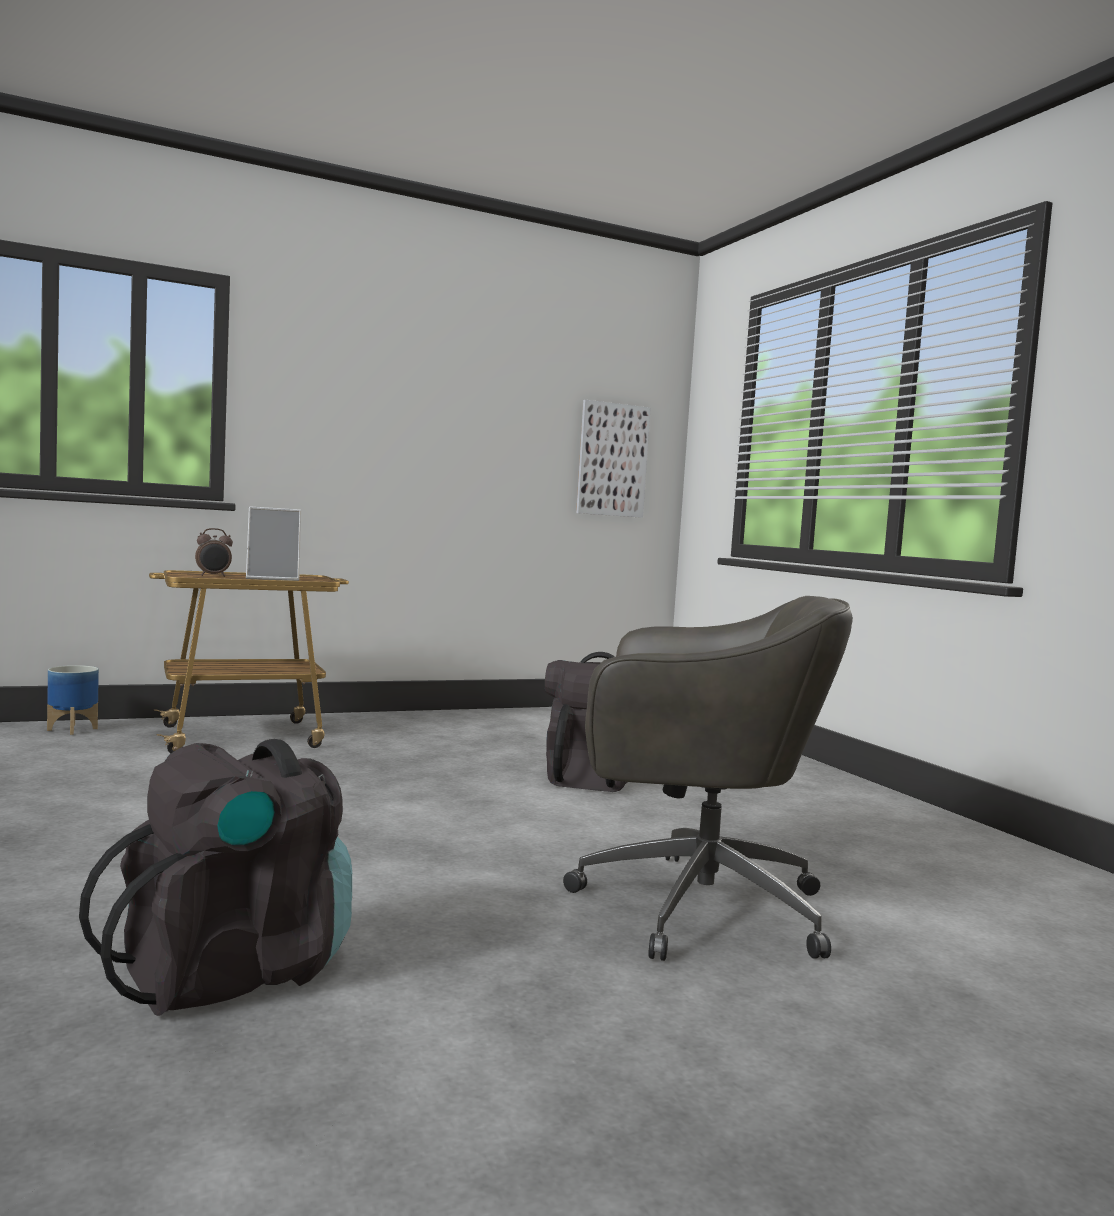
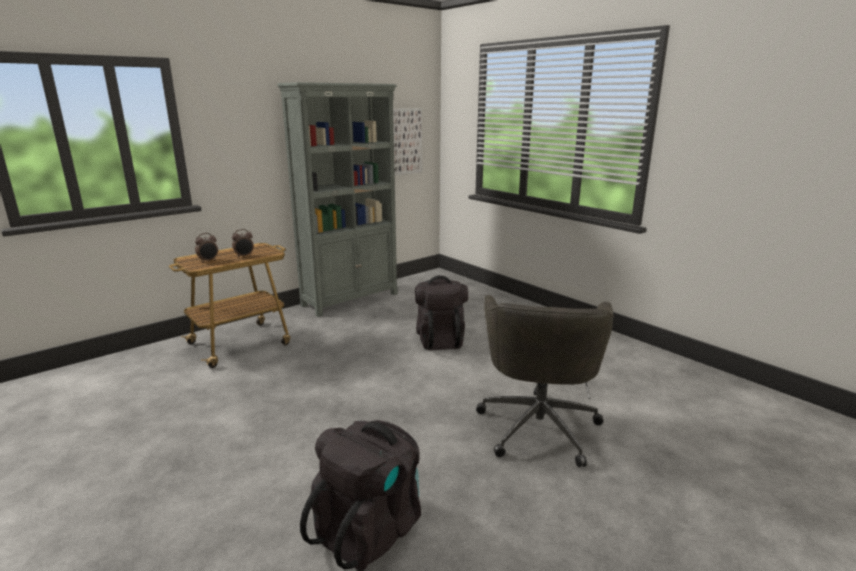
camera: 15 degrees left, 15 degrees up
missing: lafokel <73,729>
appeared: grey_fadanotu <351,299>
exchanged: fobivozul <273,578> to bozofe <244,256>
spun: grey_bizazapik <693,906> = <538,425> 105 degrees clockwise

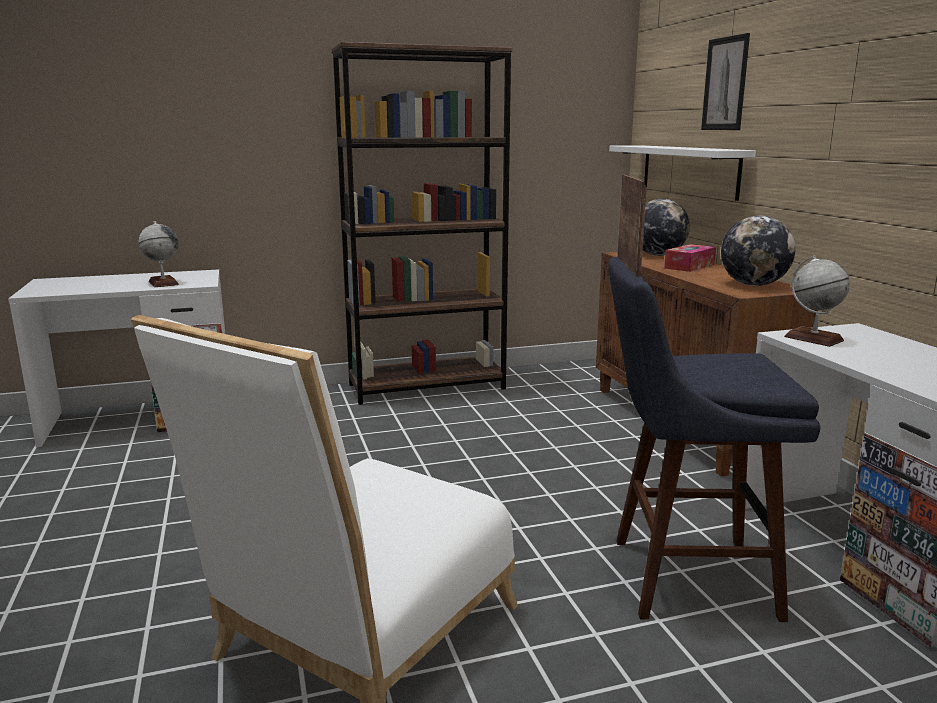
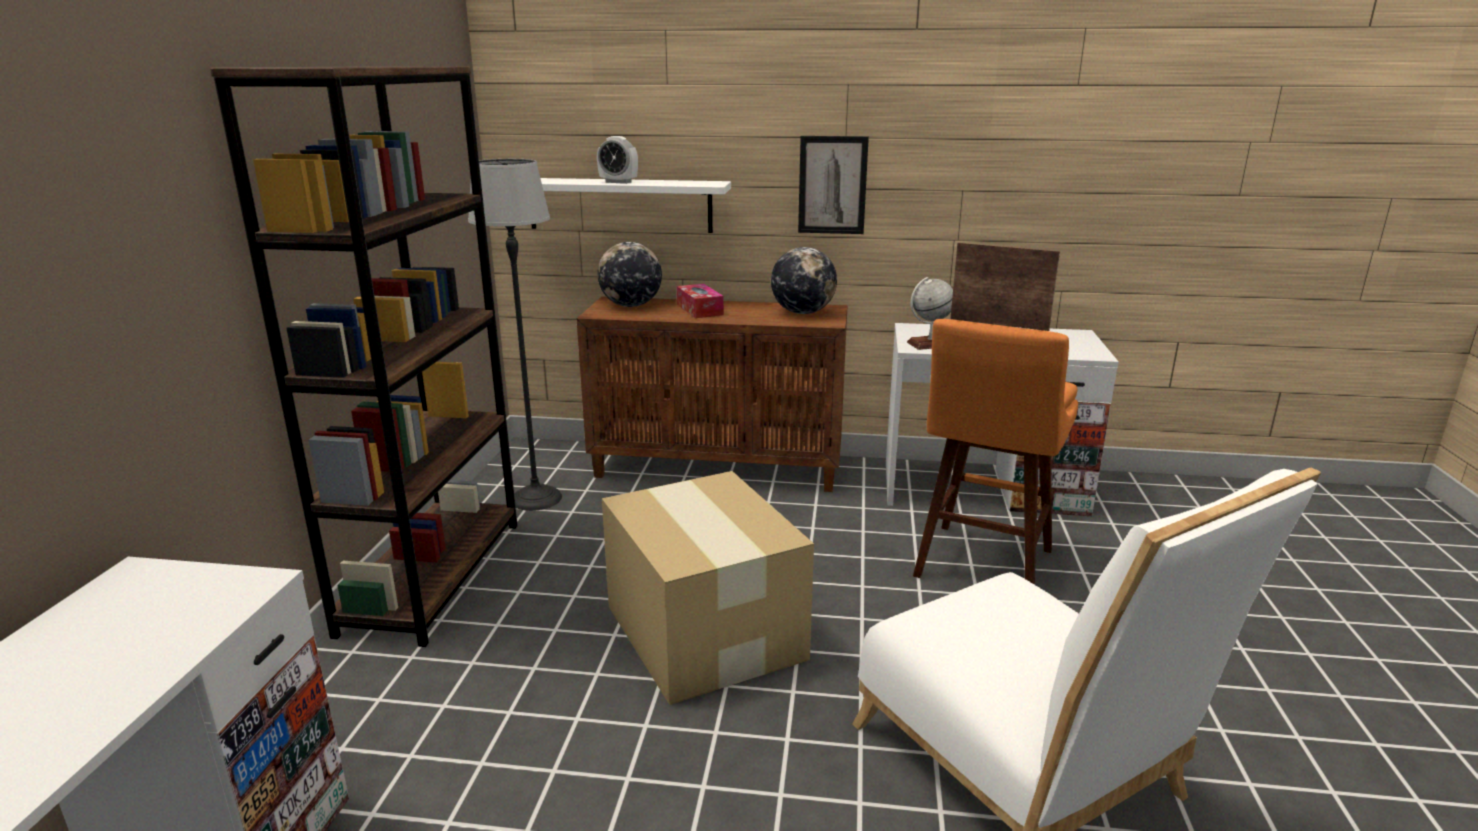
camera: 65 degrees left, 5 degrees up
missing: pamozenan <163,283>
appeared: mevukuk <536,498>; bozofe <618,182>; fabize <704,630>
relocated: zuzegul <725,84> to <832,185>
colour: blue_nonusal <681,577> to orange_nonusal <981,568>

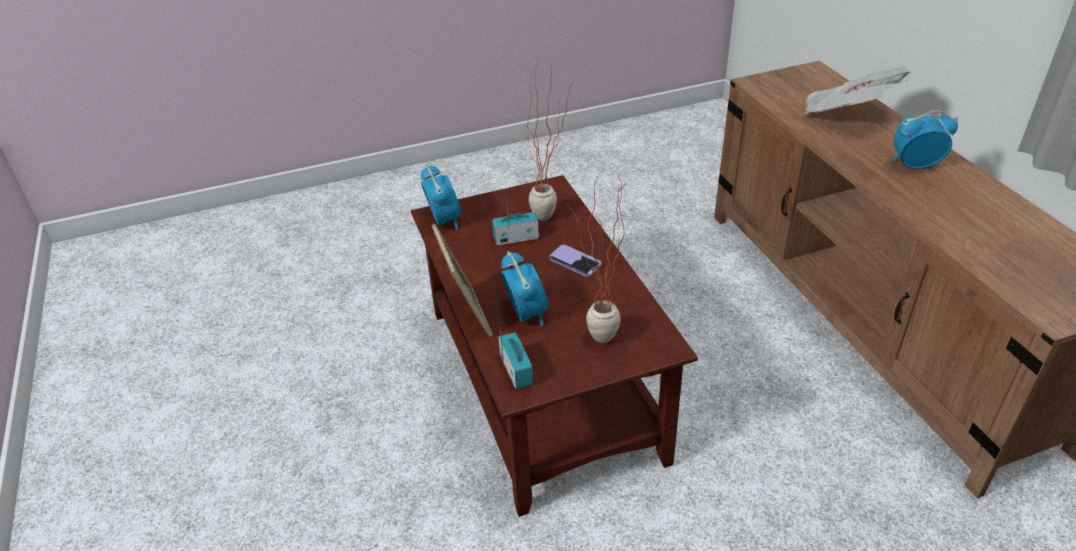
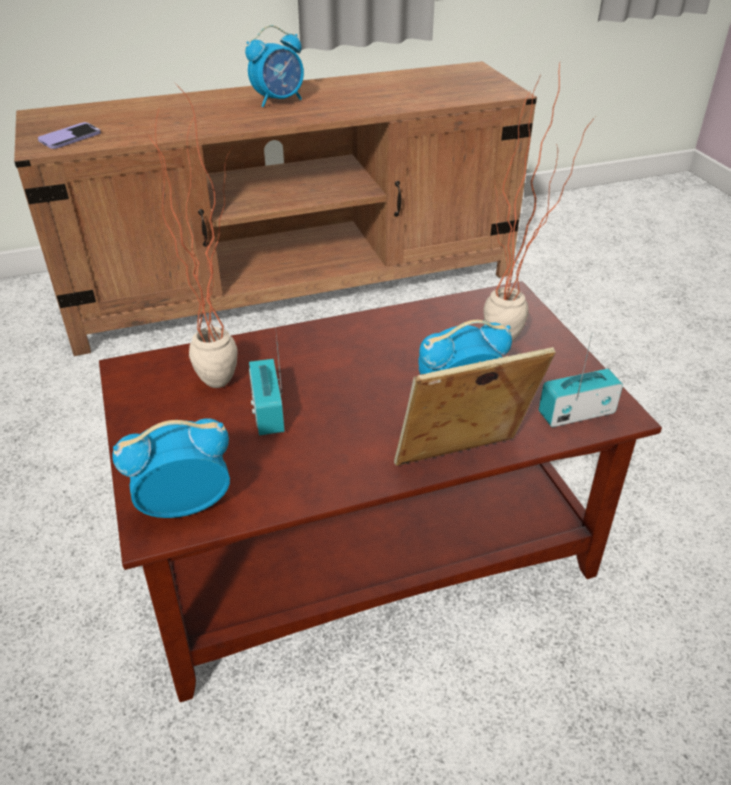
camera: 90 degrees left, 0 degrees up
missing: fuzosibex <847,113>
relocated: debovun <575,262> to <70,137>
spun: bozofe <914,165> = <279,101> 120 degrees counterclockwise

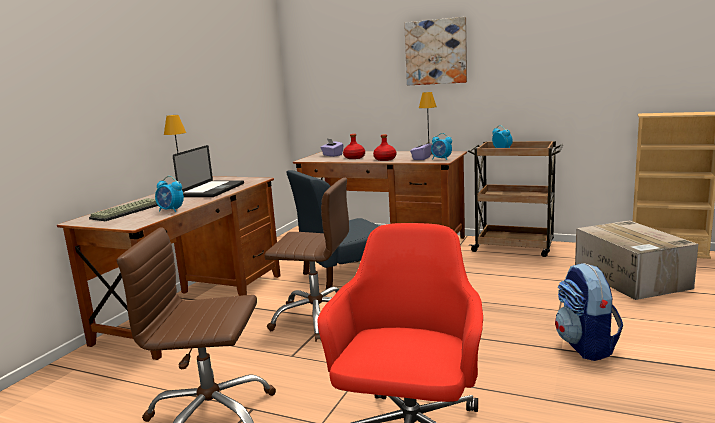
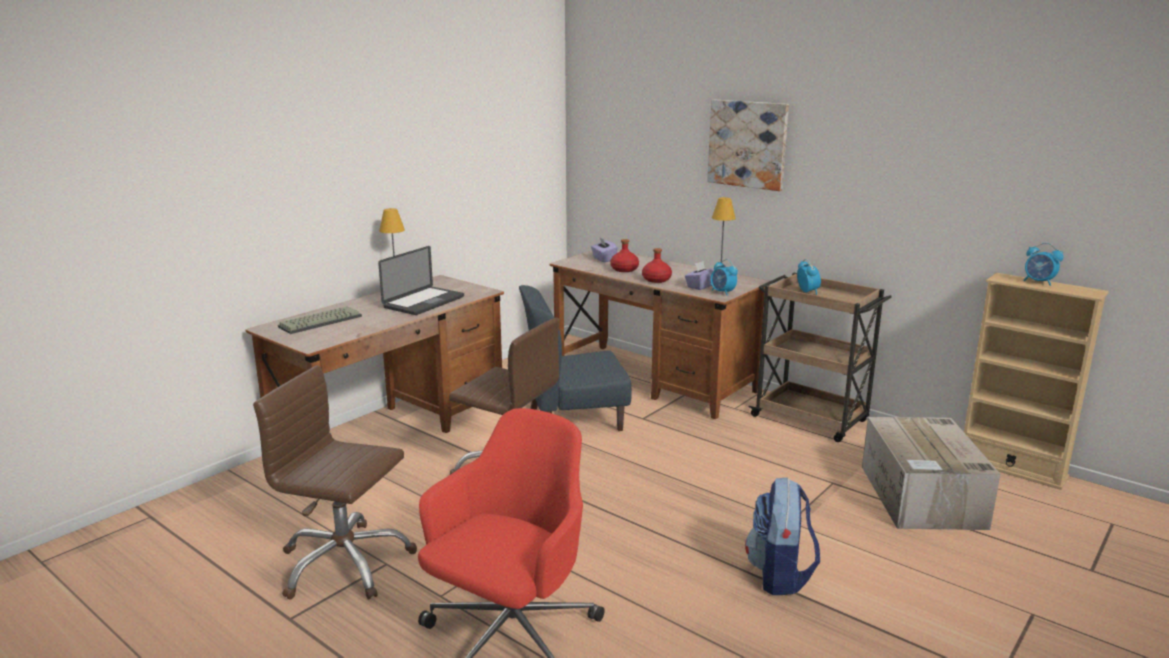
camera: 15 degrees right, 5 degrees up
relocated: bozofe <171,210> to <1039,282>

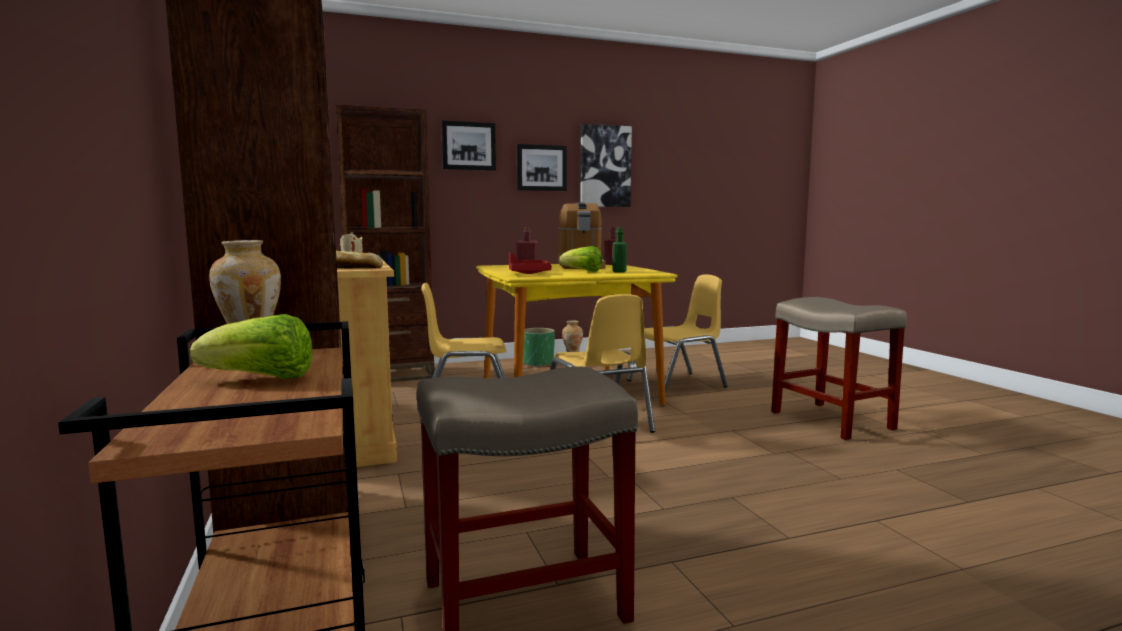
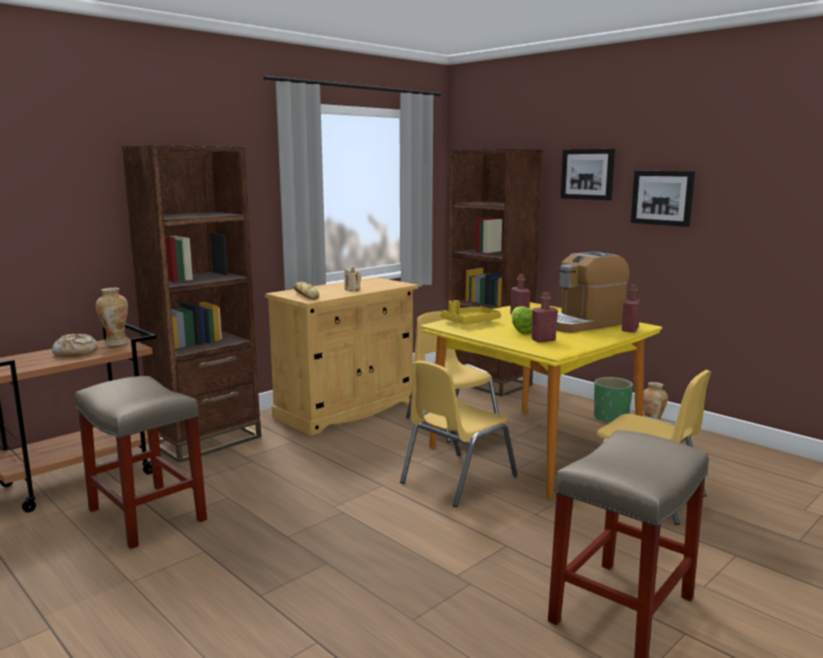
camera: 65 degrees right, 5 degrees up
missing: zuzegul <605,166>
exchanged: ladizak <262,379> to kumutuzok <75,353>
colour: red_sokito <528,273> to yellow_sokito <470,322>; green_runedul <619,271> to red_runedul <543,340>

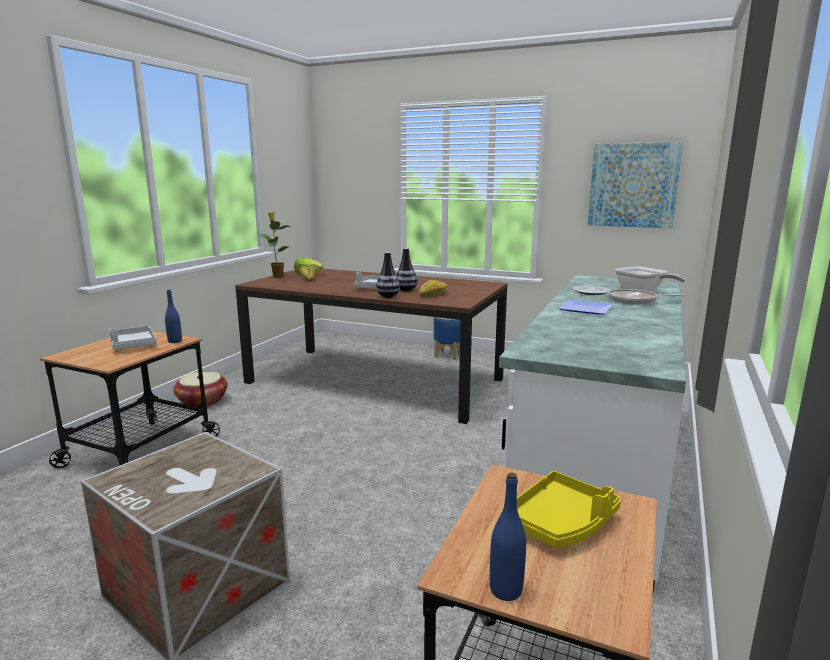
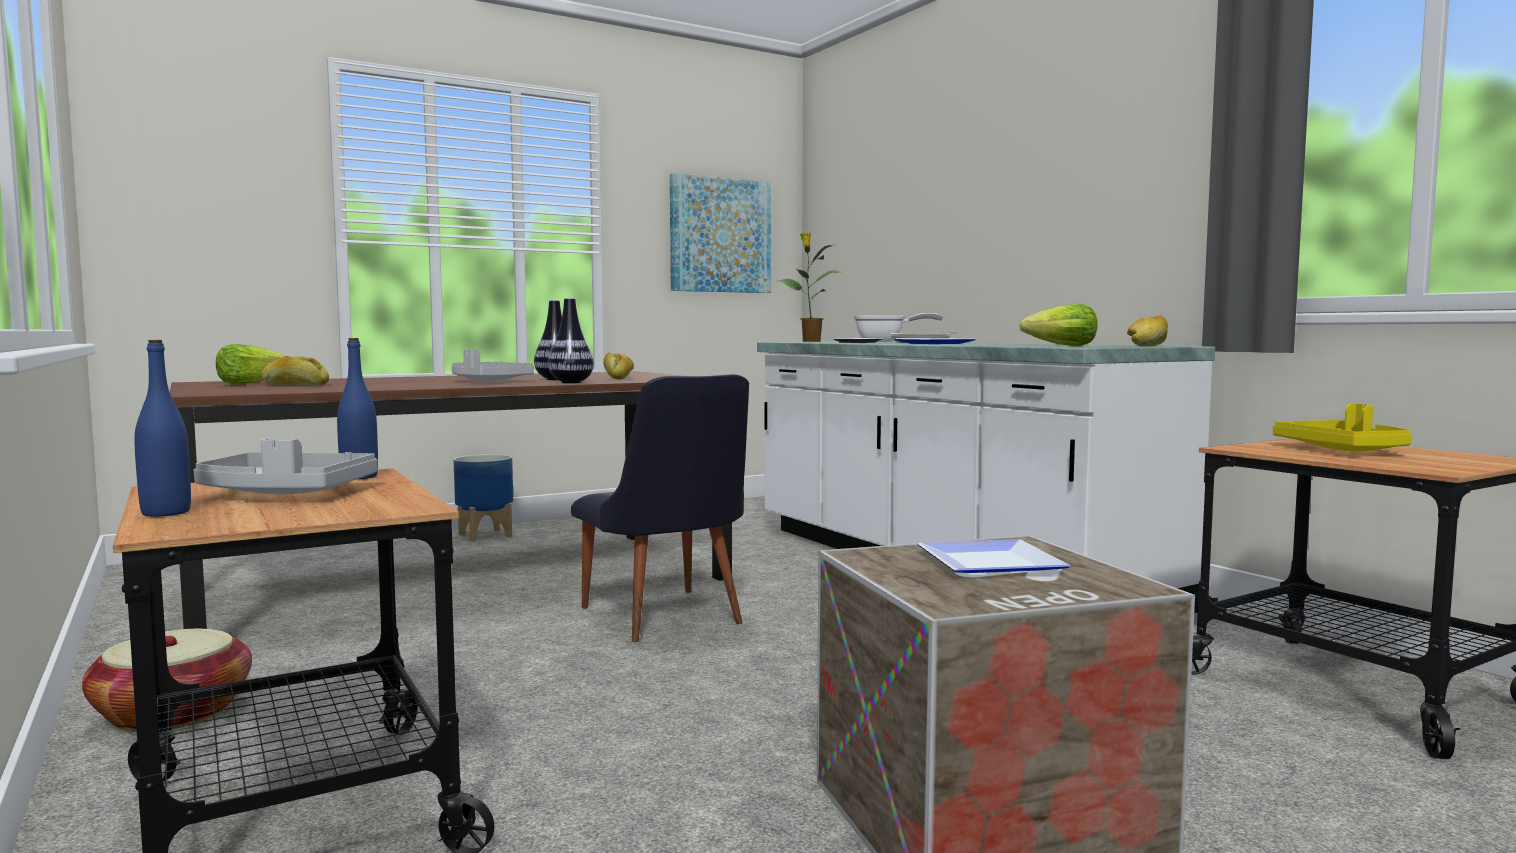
camera: 55 degrees left, 10 degrees down
appeared: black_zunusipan <666,620>; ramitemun <984,562>; ladizak <1062,346>; kumutuzok <1147,346>
relocated: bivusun <277,277> to <810,341>; blue_runedul <506,590> to <166,513>

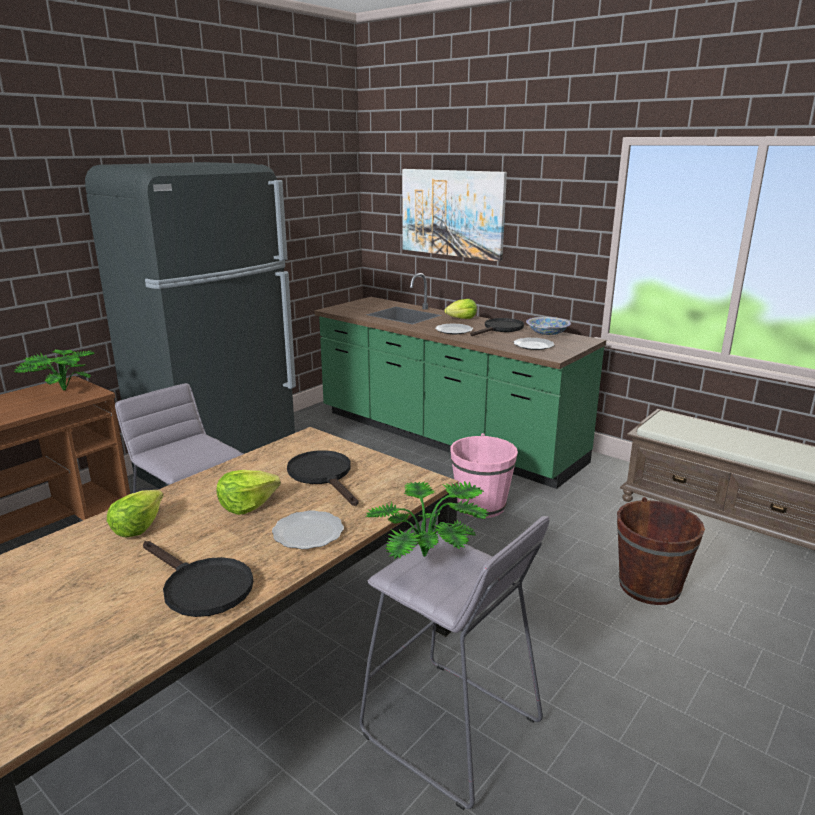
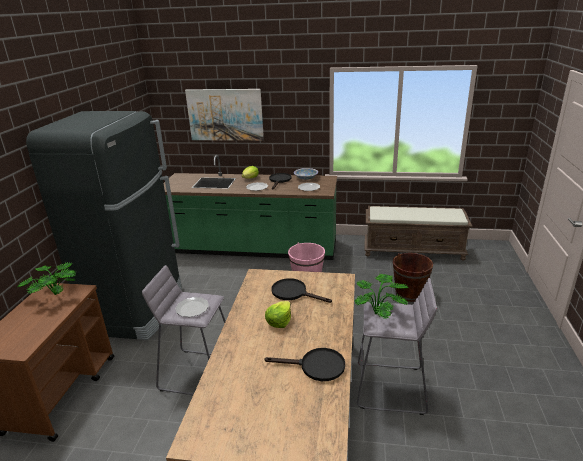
camera: 30 degrees left, 5 degrees up
missing: ladizak <138,526>
relocated: ramitemun <307,532> to <192,308>

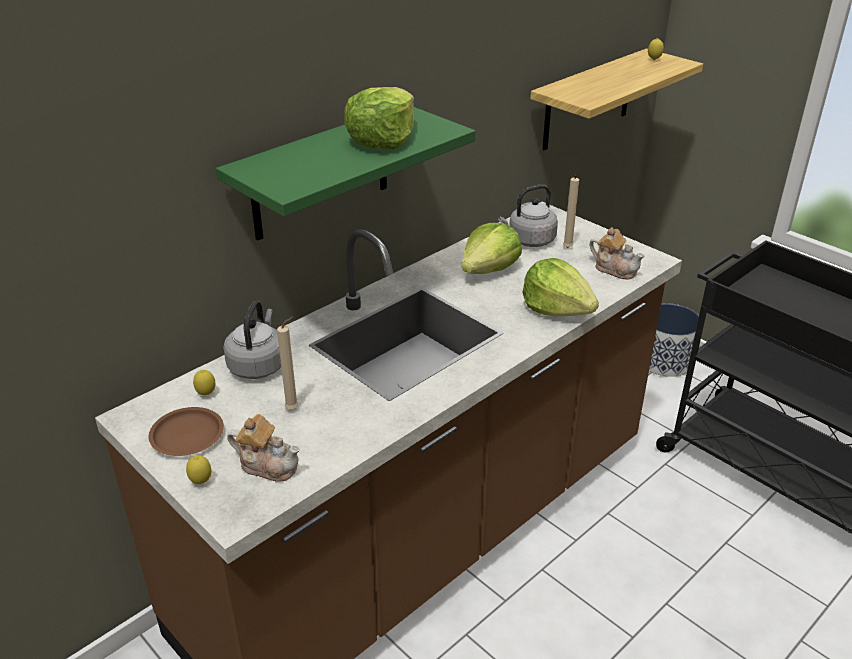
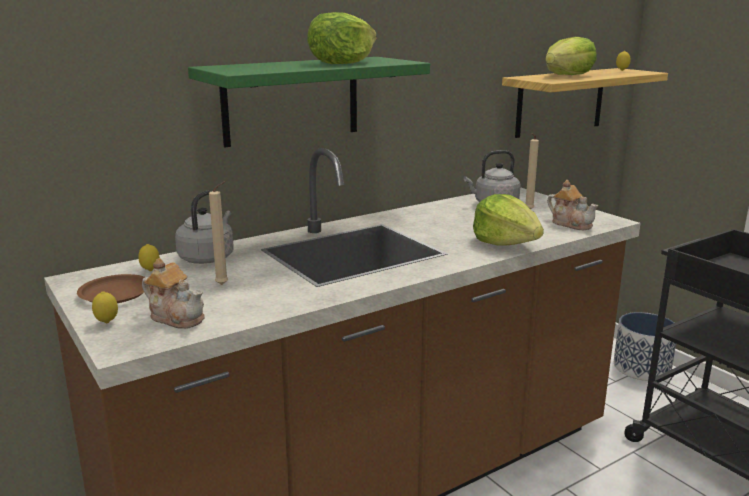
camera: 10 degrees right, 15 degrees down
relocated: ladizak <489,269> to <567,75>

